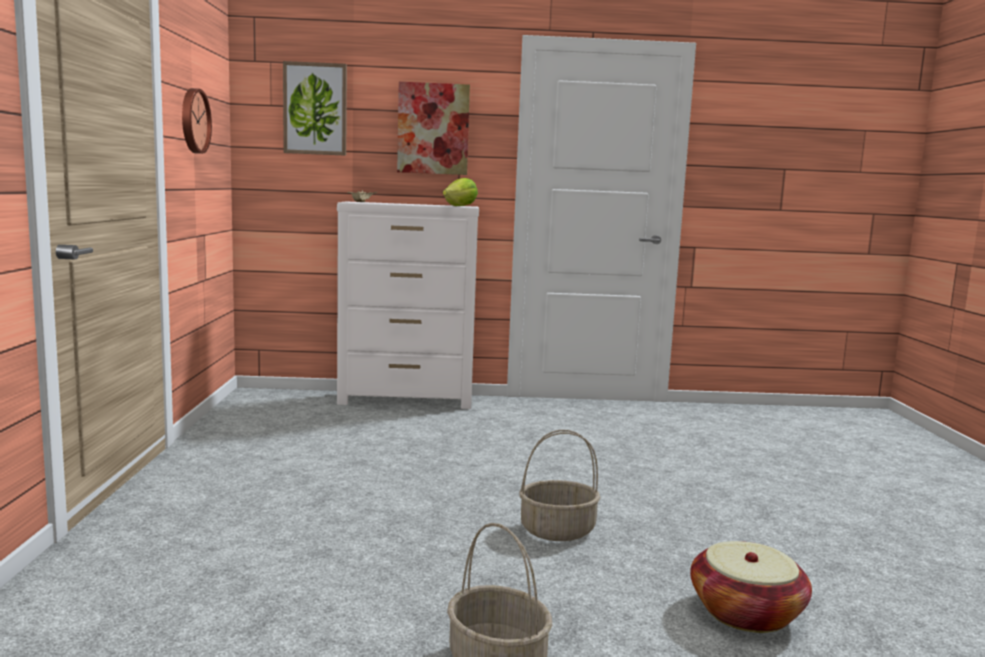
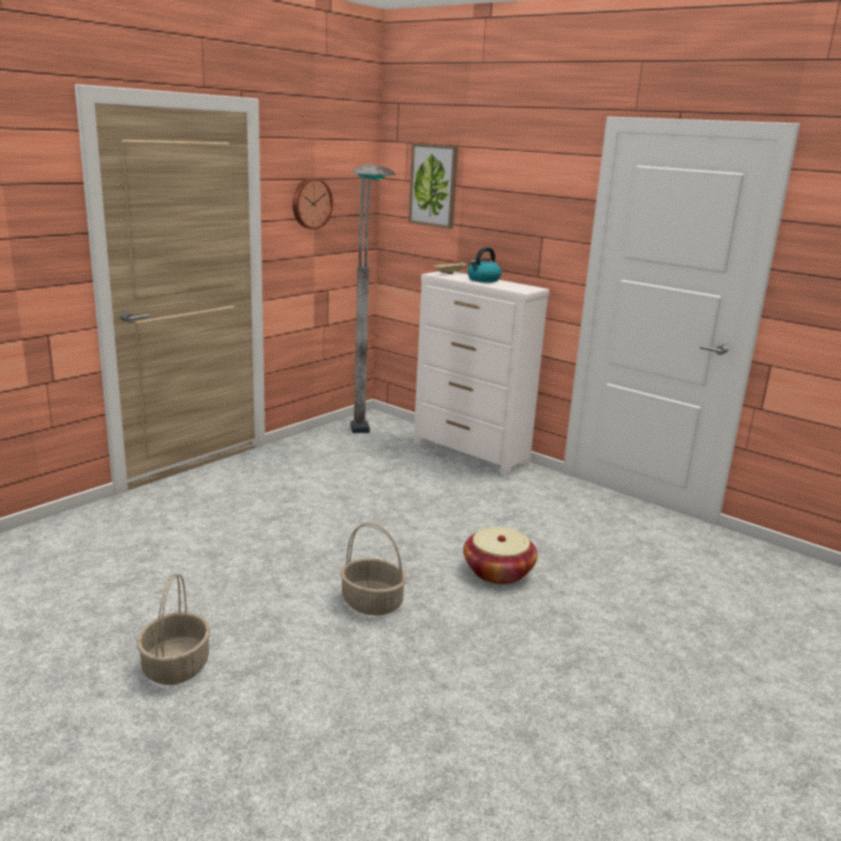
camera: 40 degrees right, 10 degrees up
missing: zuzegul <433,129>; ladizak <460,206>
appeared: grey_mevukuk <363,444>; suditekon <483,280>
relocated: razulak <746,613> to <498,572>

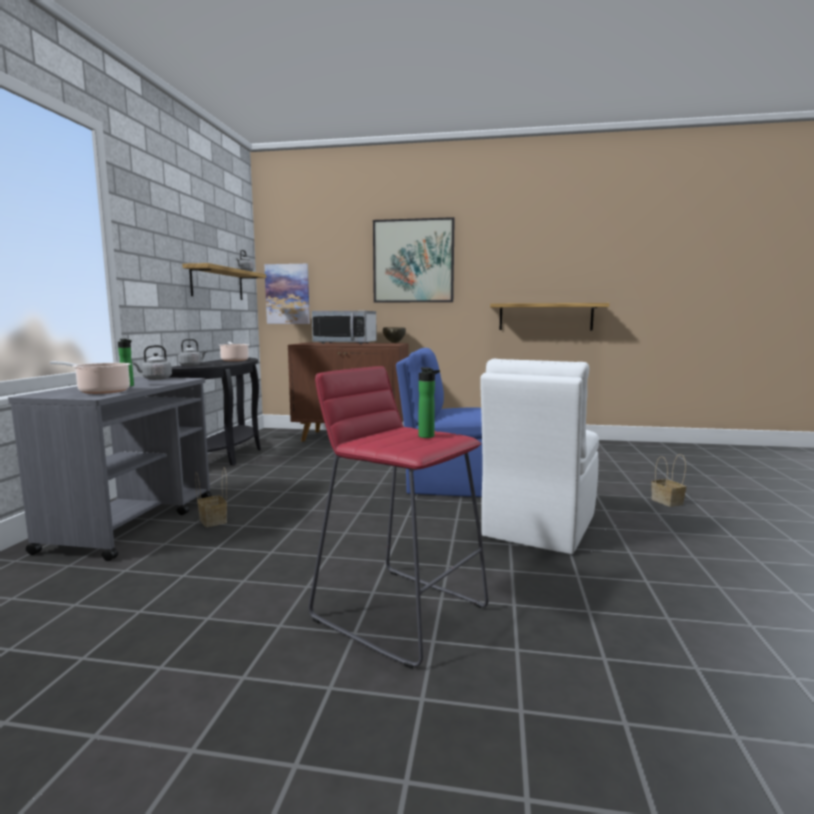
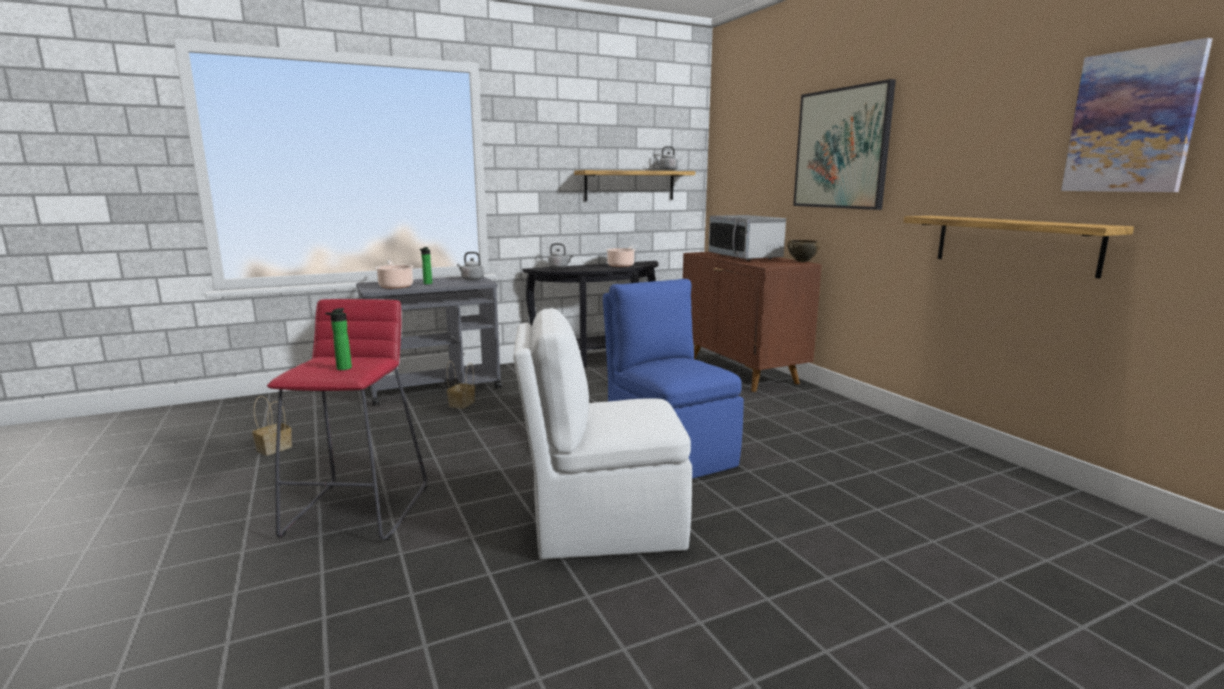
camera: 55 degrees right, 5 degrees up
relocated: zuzegul <287,294> to <1131,122>; razulak <668,502> to <273,449>

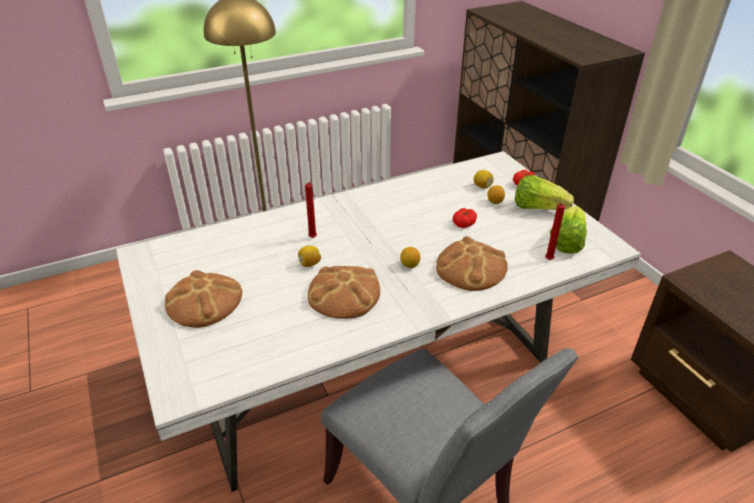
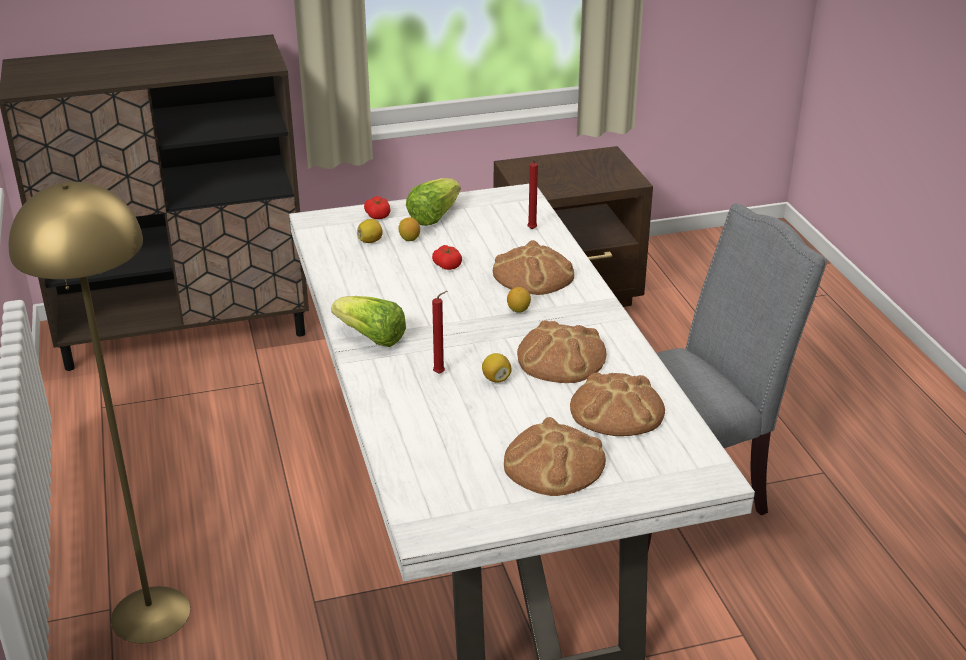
camera: 80 degrees left, 5 degrees down
appeared: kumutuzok <616,410>
relocated: ladizak <567,241> to <371,337>

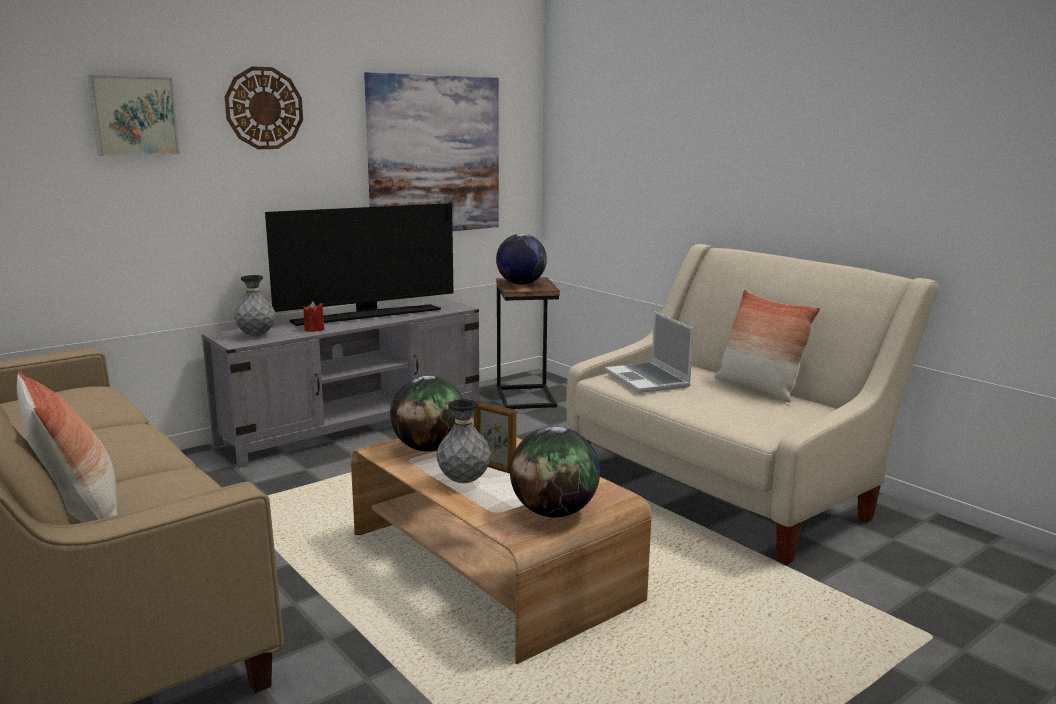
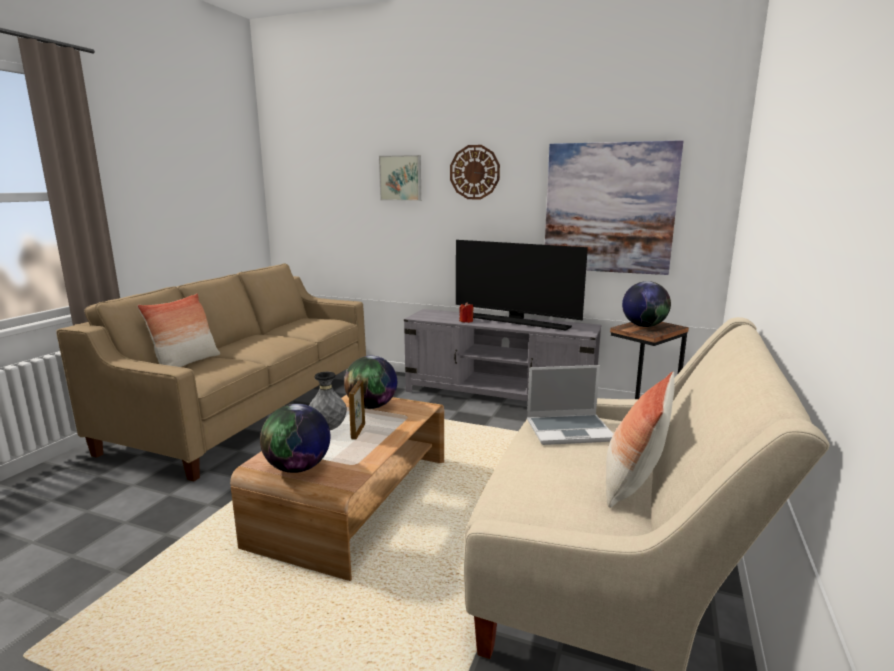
camera: 60 degrees right, 0 degrees up
missing: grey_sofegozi <256,335>
spun: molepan <648,380> = <569,430> 135 degrees counterclockwise

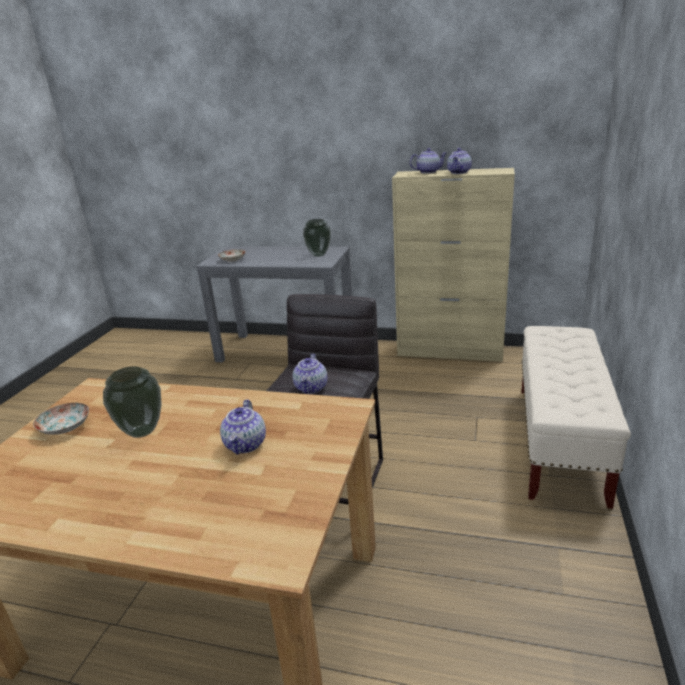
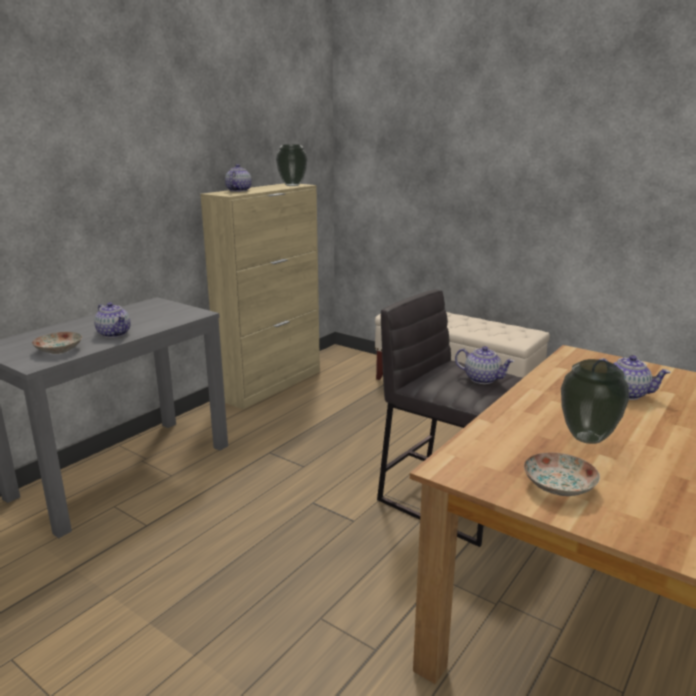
camera: 70 degrees left, 5 degrees down
relocated: sofegozi <318,255> to <292,185>; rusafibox <459,172> to <114,334>

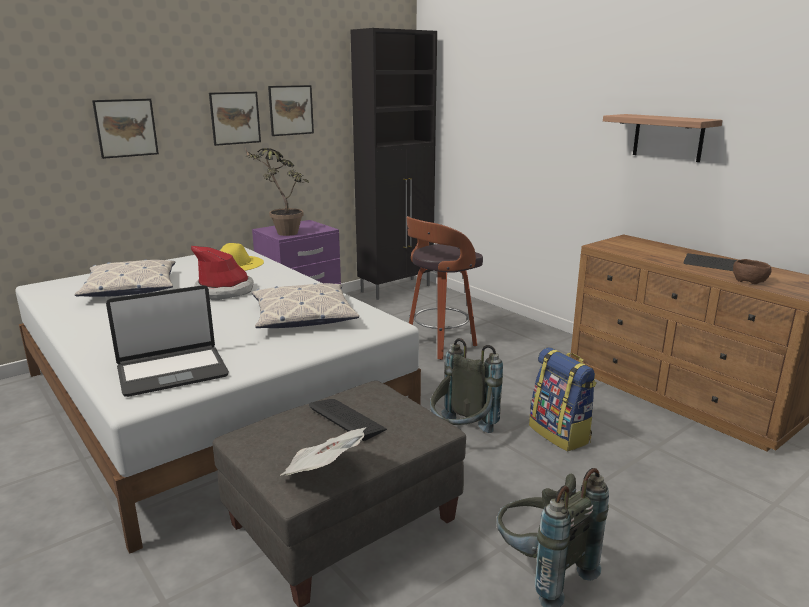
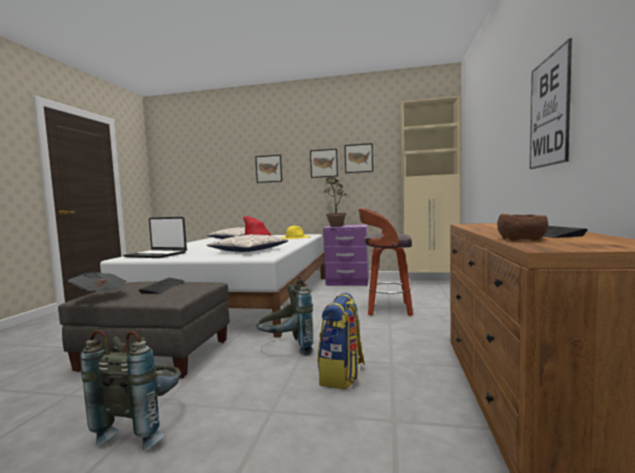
camera: 50 degrees right, 15 degrees down
exchanged: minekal <668,137> to zuzegul <549,111>
colour: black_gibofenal <396,289> to beige_gibofenal <431,281>

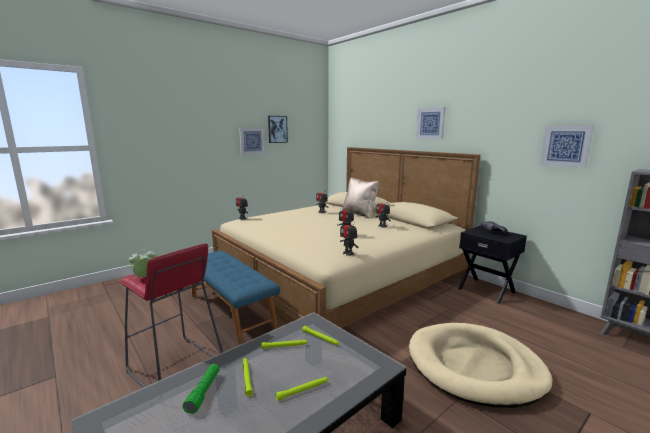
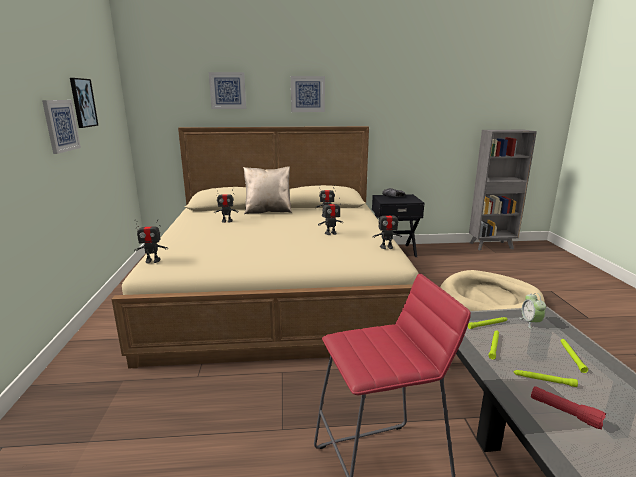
camera: 55 degrees left, 5 degrees up
missing: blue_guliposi <231,310>
relocated: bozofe <145,277> to <530,322>; zuzegul <566,146> to <227,90>
colour: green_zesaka <203,392> to red_zesaka <564,412>

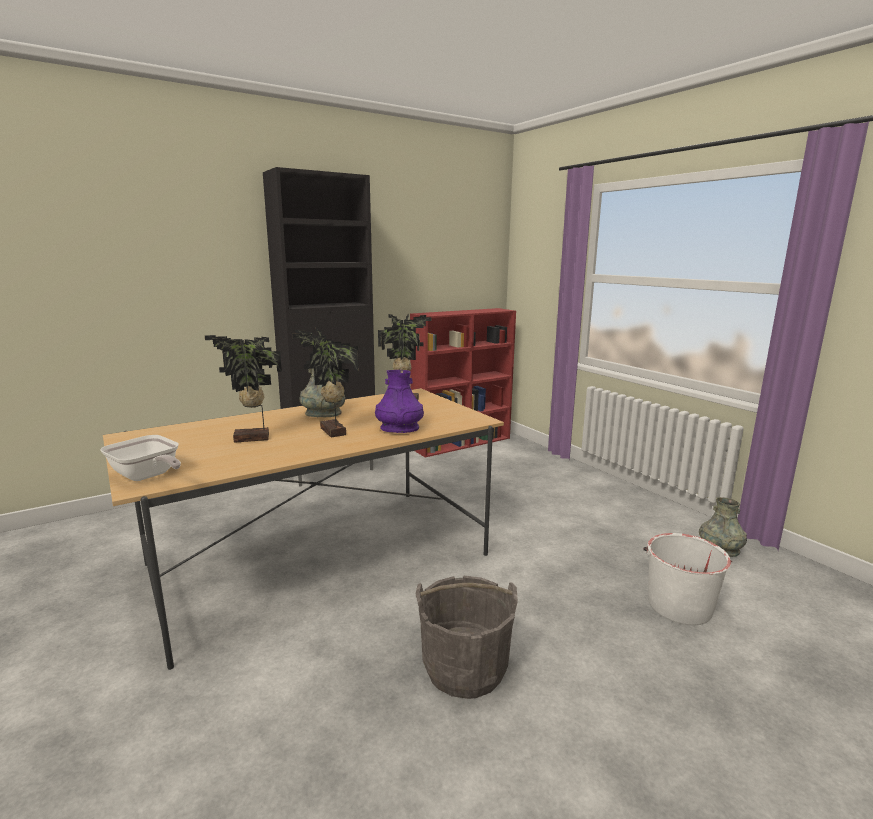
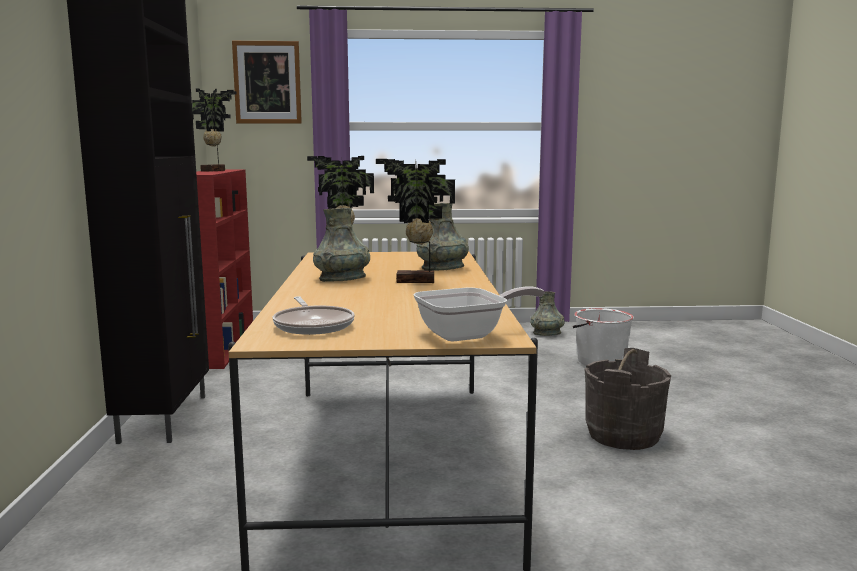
camera: 60 degrees left, 5 degrees down
appeared: zuzegul <267,82>; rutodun <313,325>
relocated: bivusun <252,439> to <215,171>
colour: purple_sofegozi <399,429> to grey_sofegozi <442,268>

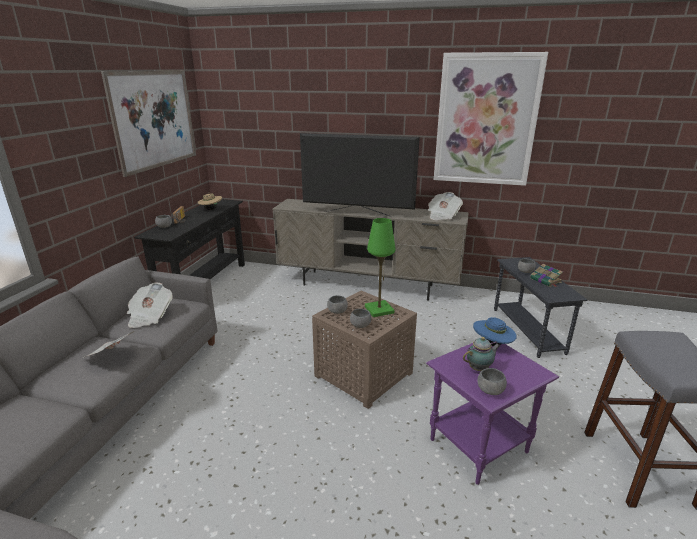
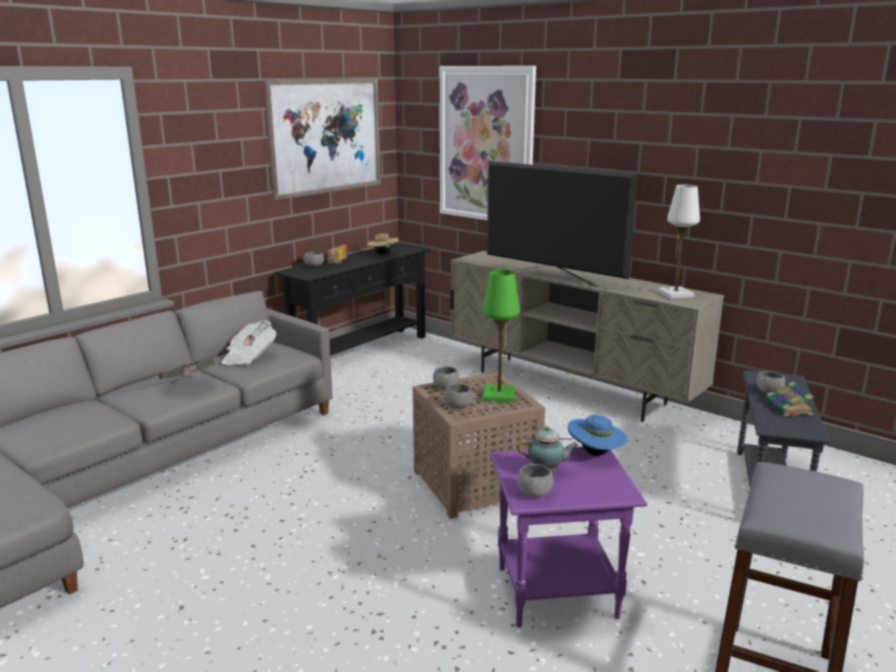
camera: 25 degrees right, 5 degrees down
relocated: zuzegul <486,120> to <486,144>
exchanged: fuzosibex <442,216> to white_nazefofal <675,294>

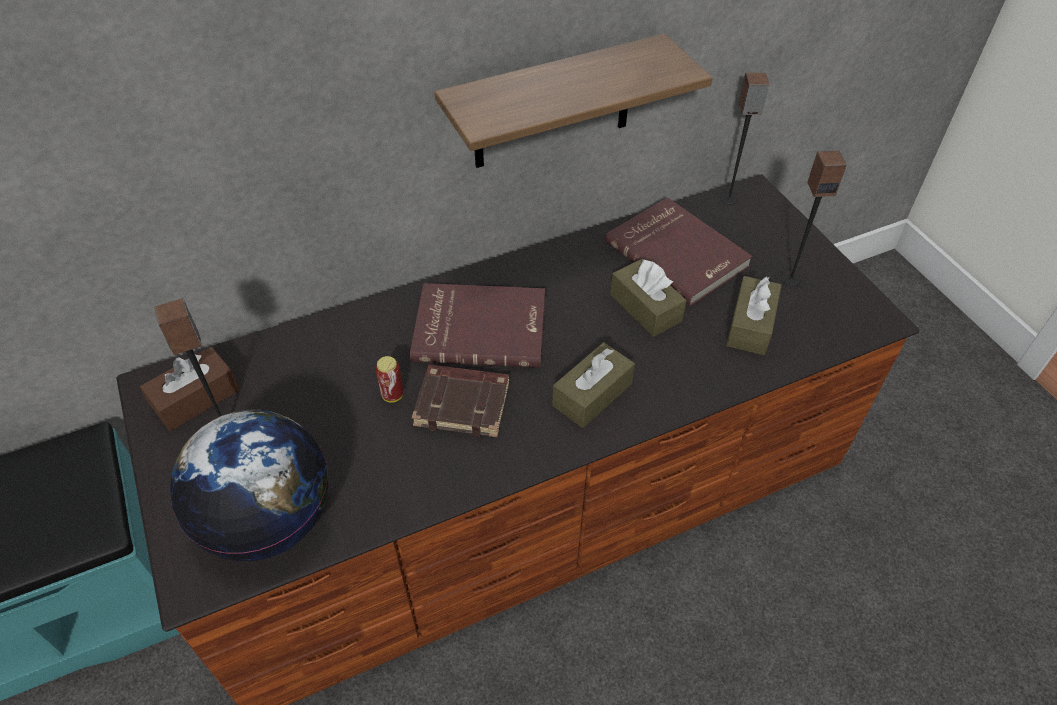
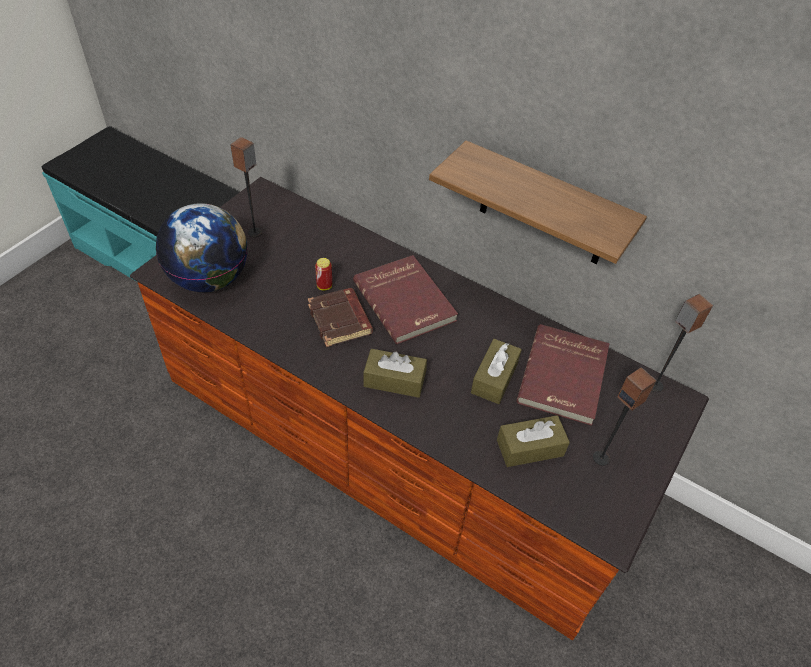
camera: 55 degrees right, 0 degrees up
missing: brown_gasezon <196,398>

